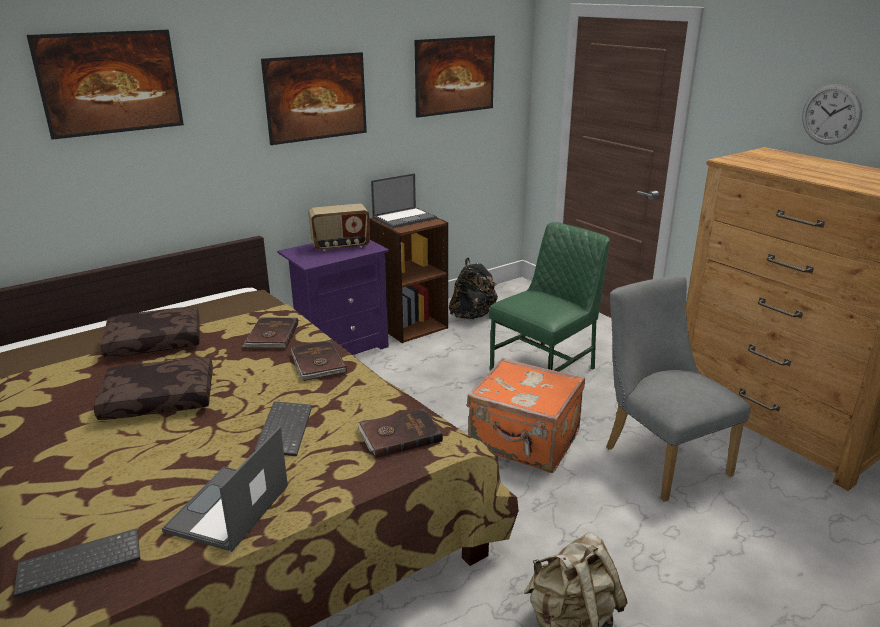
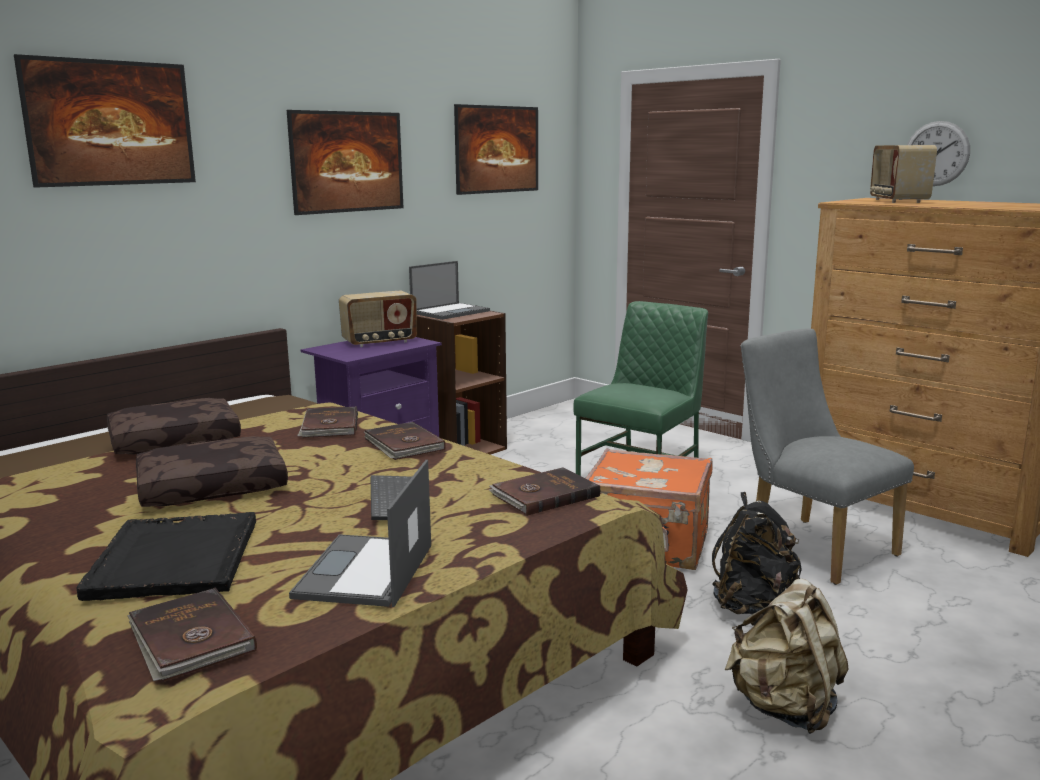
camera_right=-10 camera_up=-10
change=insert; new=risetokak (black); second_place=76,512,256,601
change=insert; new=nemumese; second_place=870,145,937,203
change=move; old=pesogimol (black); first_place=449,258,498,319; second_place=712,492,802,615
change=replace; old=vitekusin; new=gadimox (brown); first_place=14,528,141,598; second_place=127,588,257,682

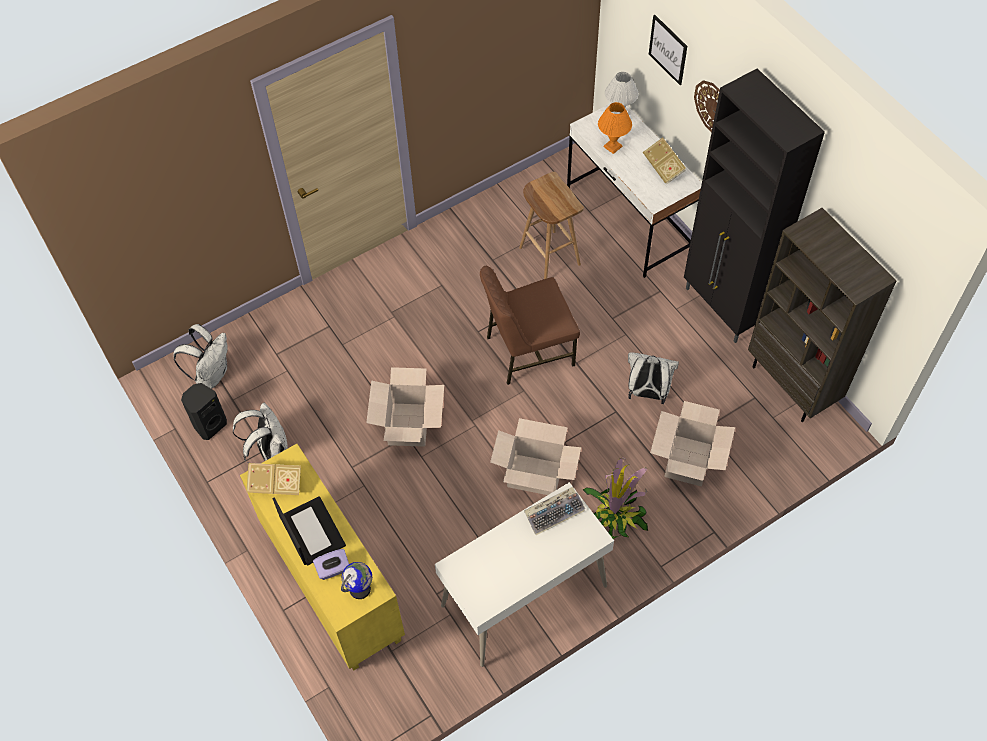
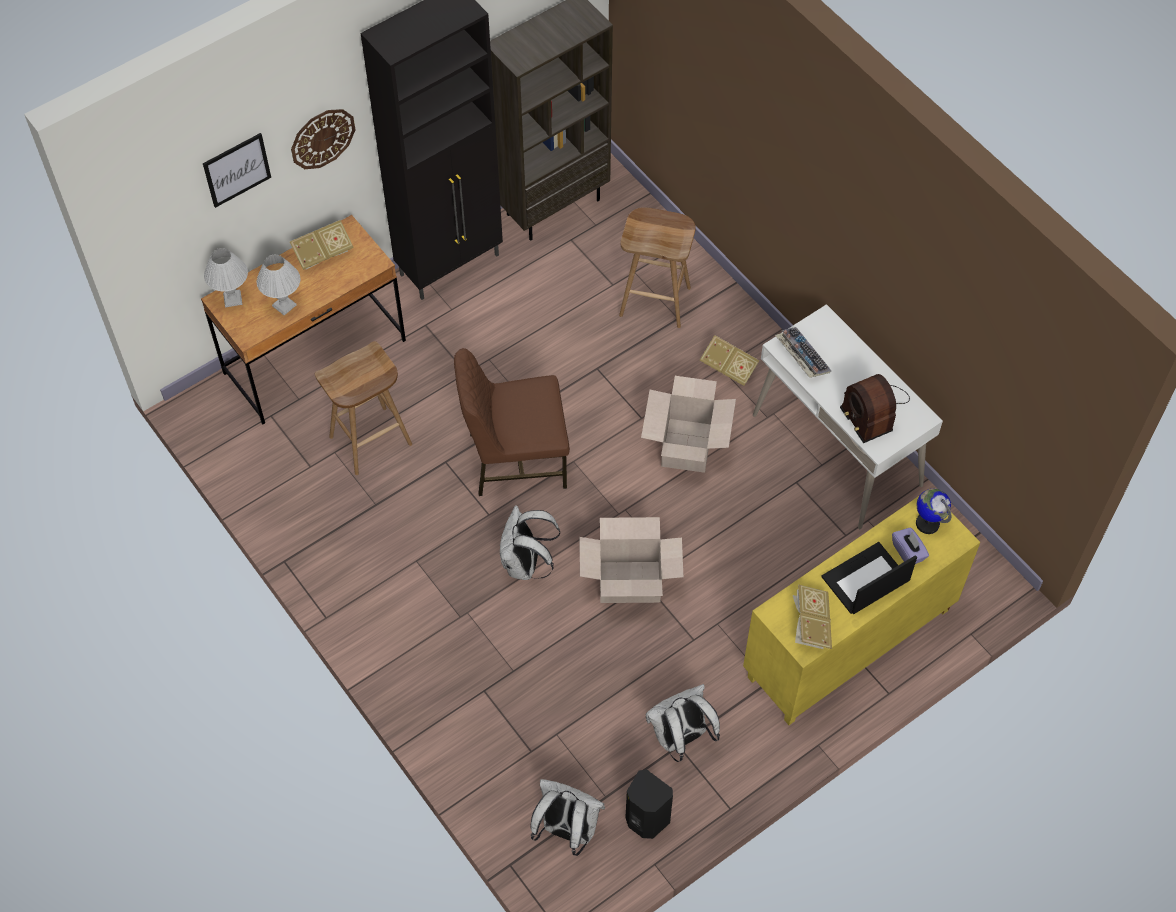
camera_right=-95 camera_up=0
change=insert; new=nemumese; second_place=840,374,910,443
change=move; old=pesogimol (white); first_place=628,352,679,404; second_place=500,505,560,580
change=replace; old=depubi; new=gadimox; first_place=583,457,648,539; second_place=700,335,760,386
change=replace; old=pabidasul; new=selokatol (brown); first_place=650,401,735,486; second_place=619,207,696,328
change=recolor; old=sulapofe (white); new=sulapofe (brown); first_place=567,103,702,278; second_place=201,215,406,424
change=recolor; old=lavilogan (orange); new=lavilogan (white); first_place=598,102,632,154; second_place=257,254,300,315
change=rotate; old=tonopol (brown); first_place=480,266,580,385; second_place=454,348,570,496; degrees=105

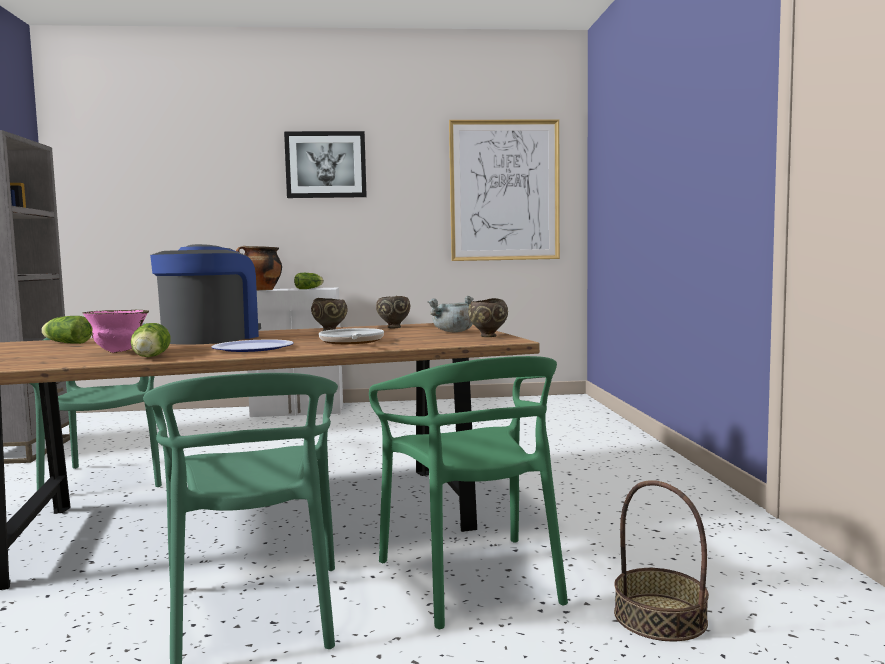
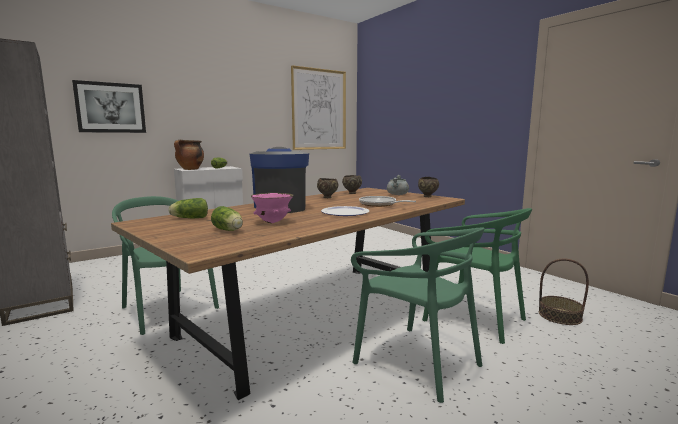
camera_right=-30 camera_up=5
change=move; old=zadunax; first_place=131,323,171,357; second_place=211,206,243,231
change=move; old=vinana; first_place=284,131,367,198; second_place=72,80,146,133

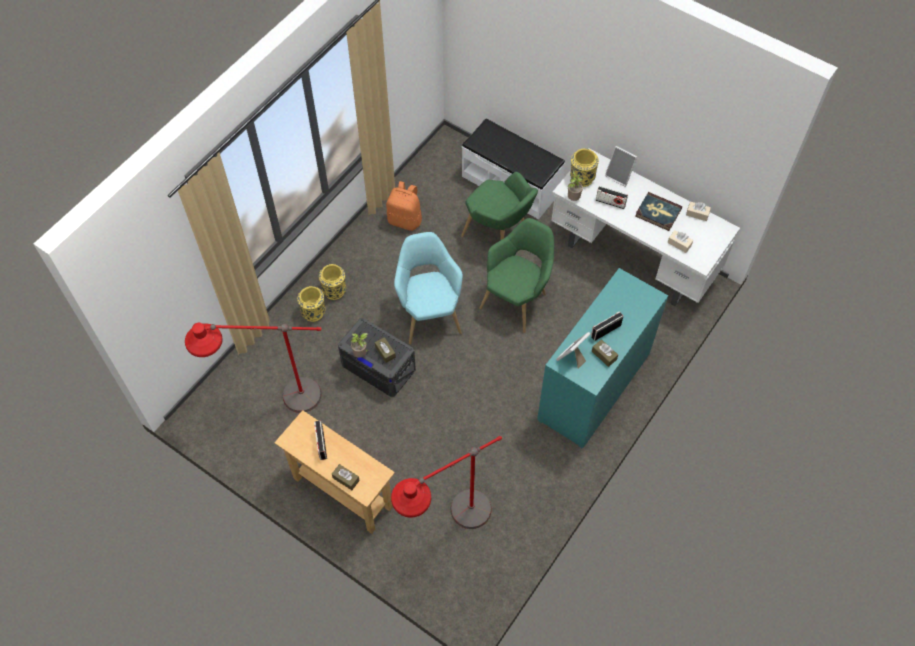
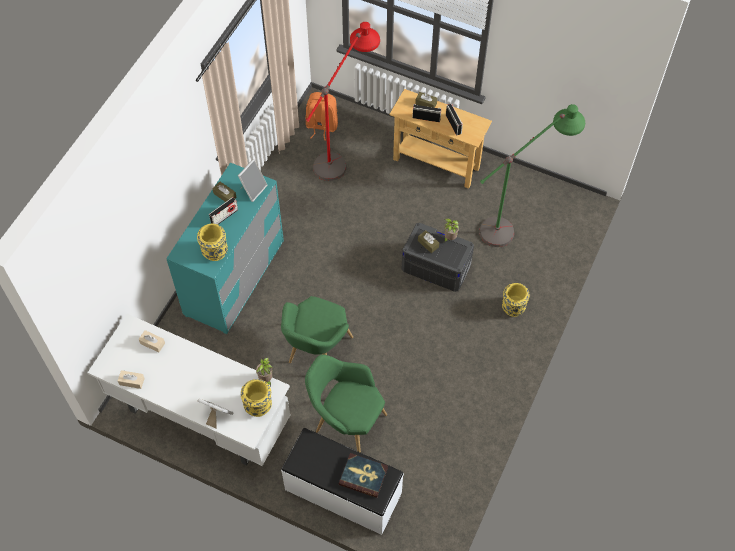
camera_right=170 camera_up=0
change=delete; old=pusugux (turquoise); first_place=394,232,463,344
change=move; old=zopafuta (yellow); first_place=319,264,346,300; second_place=197,224,228,261
change=move; old=pesogimol (orange); first_place=386,181,422,231; second_place=306,92,338,141
change=move; old=nemumese; first_place=596,186,628,209; second_place=412,104,441,122
change=move; old=gadimox; first_place=635,192,682,231; second_place=339,453,388,498
change=recolor; old=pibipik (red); new=pibipik (green); first_place=185,323,322,413; second_place=479,104,585,247

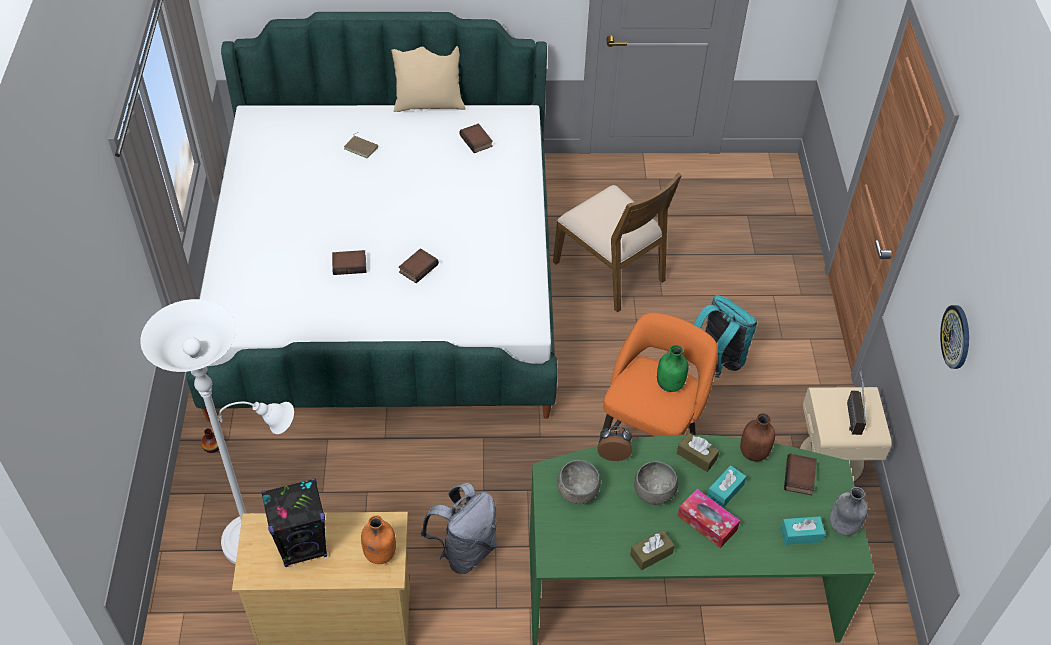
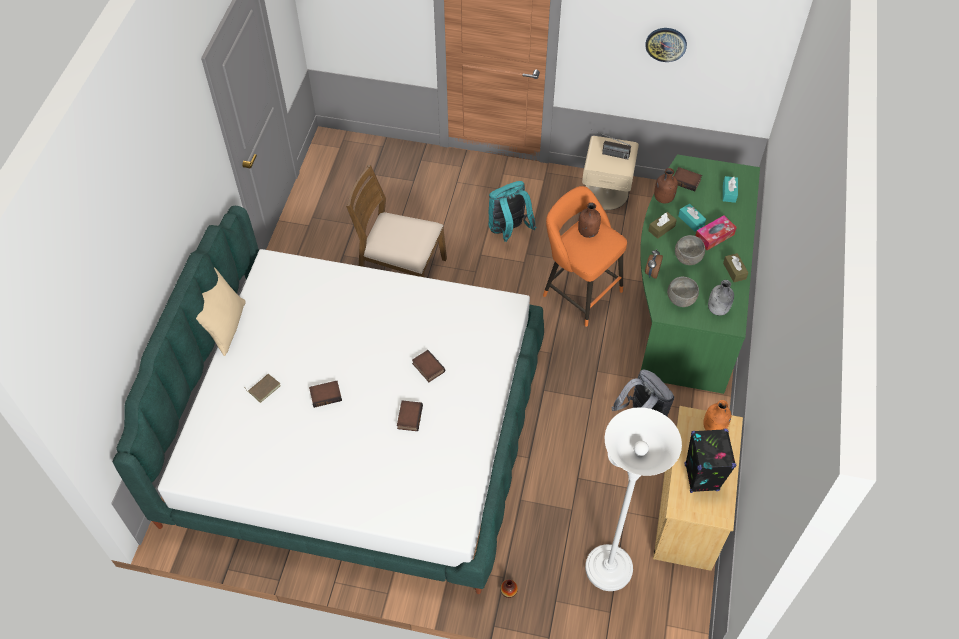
camera_right=-75 camera_up=5
change=move; old=gadimox; first_place=459,124,493,153; second_place=309,381,342,408
change=move; old=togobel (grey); first_place=830,487,868,535; second_place=708,280,734,316
change=recolor; old=togobel (green); new=togobel (brown); first_place=657,345,688,392; second_place=578,203,601,238
change=rotate; old=tonopol (brown); first_place=553,173,682,313; second_place=346,165,447,277; degrees=-135

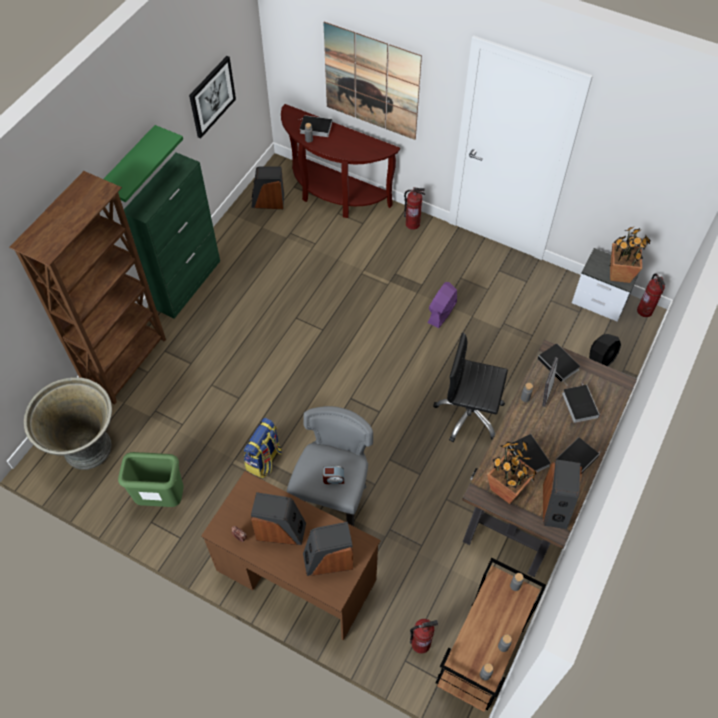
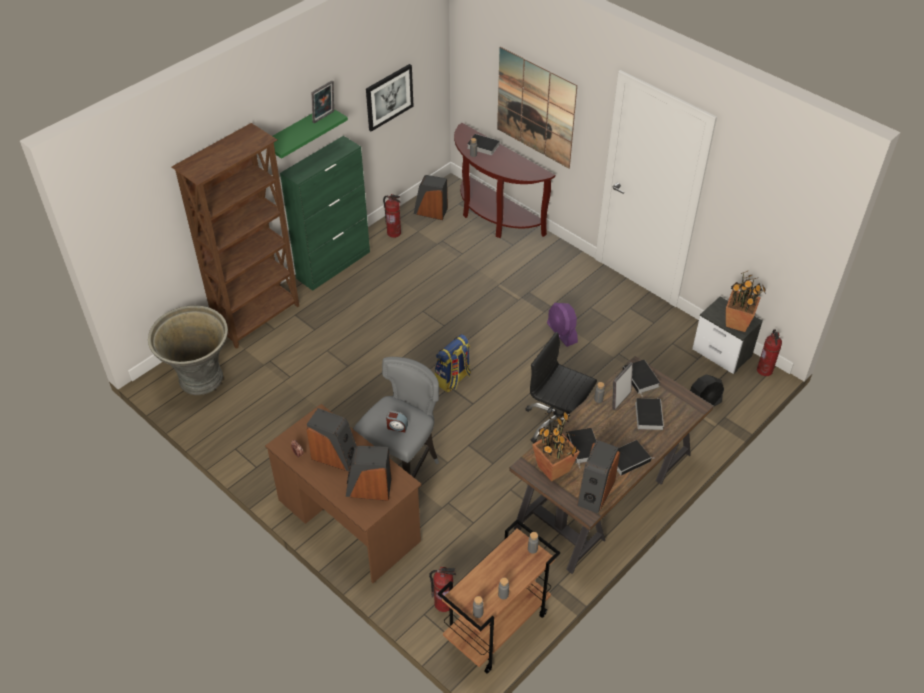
camera_right=15 camera_up=-10
change=delete; old=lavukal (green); first_place=118,452,183,507
change=insert; new=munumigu; second_place=311,81,334,123
change=move; old=pesogimol; first_place=244,418,282,478; second_place=435,334,471,393
change=move; old=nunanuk; first_place=404,187,425,230; second_place=383,194,401,238
change=rotate; old=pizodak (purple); first_place=428,282,457,328; second_place=547,303,578,347; degrees=-75

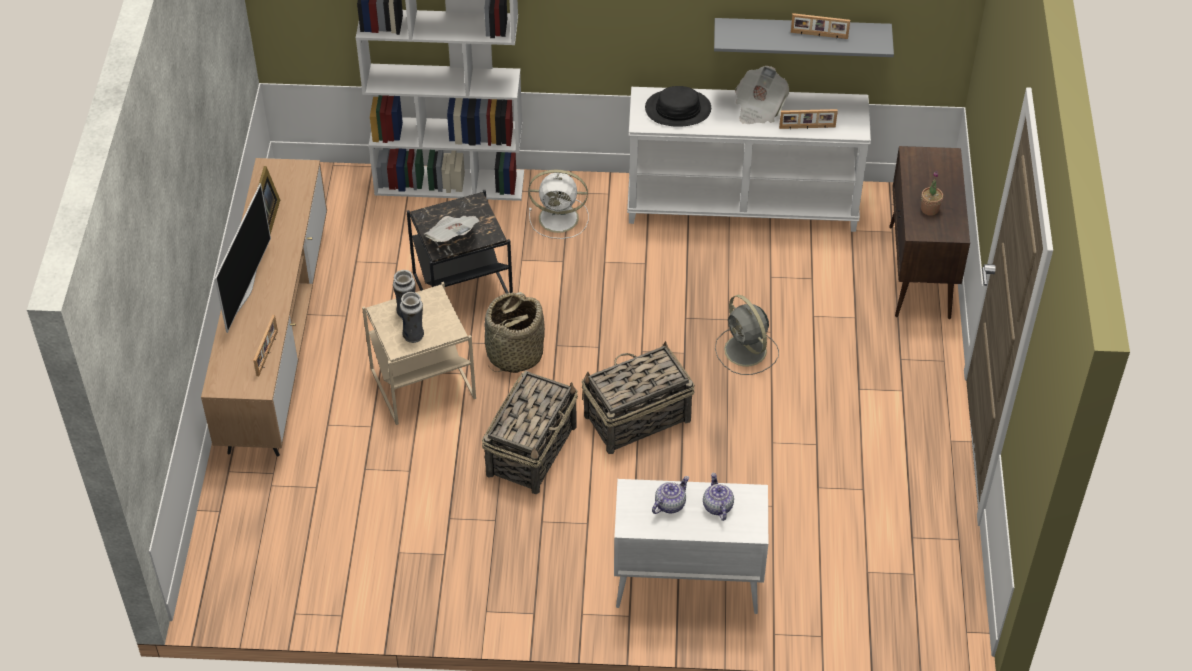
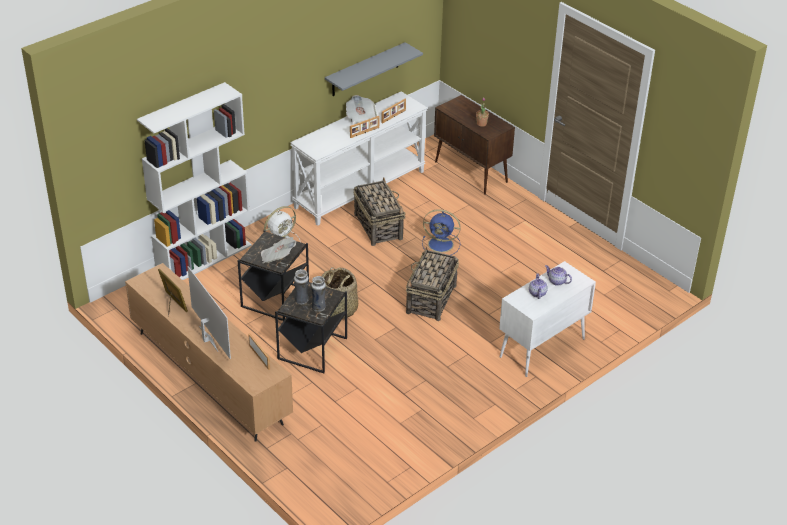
camera_right=-45 camera_up=-10
change=delete; old=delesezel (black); first_place=645,86,711,127
change=move; old=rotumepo; first_place=482,371,578,494; second_place=354,177,405,246
change=move; old=munumigu; first_place=791,13,850,39; second_place=350,116,379,138
change=recolor; old=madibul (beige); new=madibul (black); first_place=362,282,476,425; second_place=275,282,347,373
change=recolor; old=pizodak (grey); new=pizodak (blue); first_place=715,295,779,375; second_place=422,209,461,255

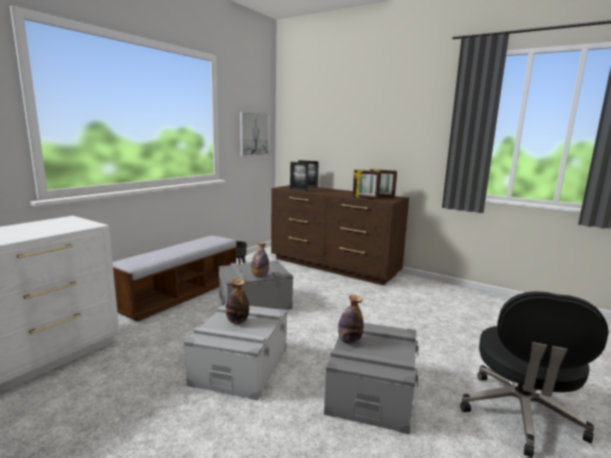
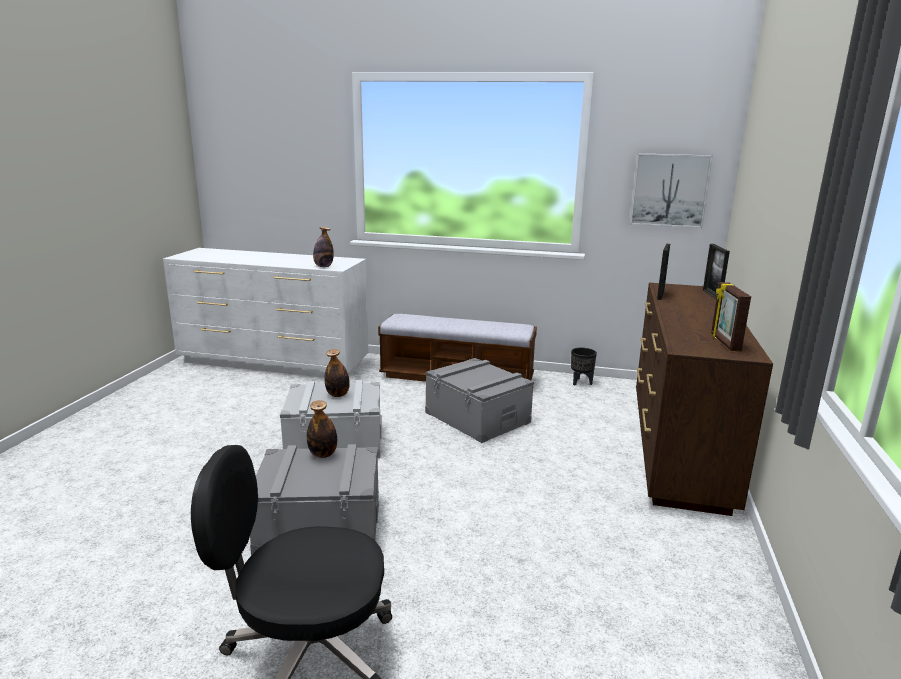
camera_right=70 camera_up=5
change=delete; old=munumigu; first_place=353,169,381,199
change=move; old=togobel; first_place=251,243,269,277; second_place=313,227,334,267

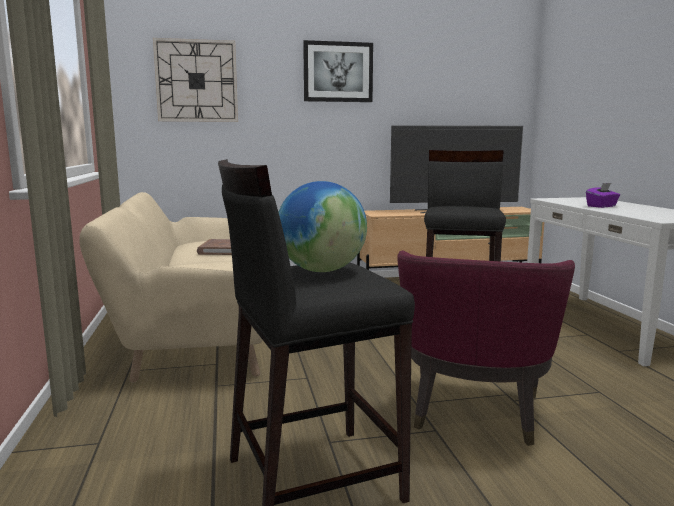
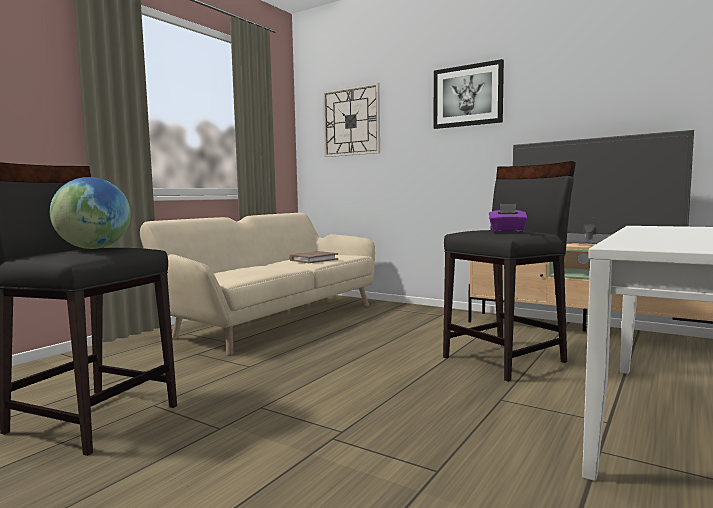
camera_right=45 camera_up=-5
change=delete; old=pusugux (purple); first_place=397,250,575,446
change=move; old=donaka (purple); first_place=586,183,620,208; second_place=489,204,528,232

